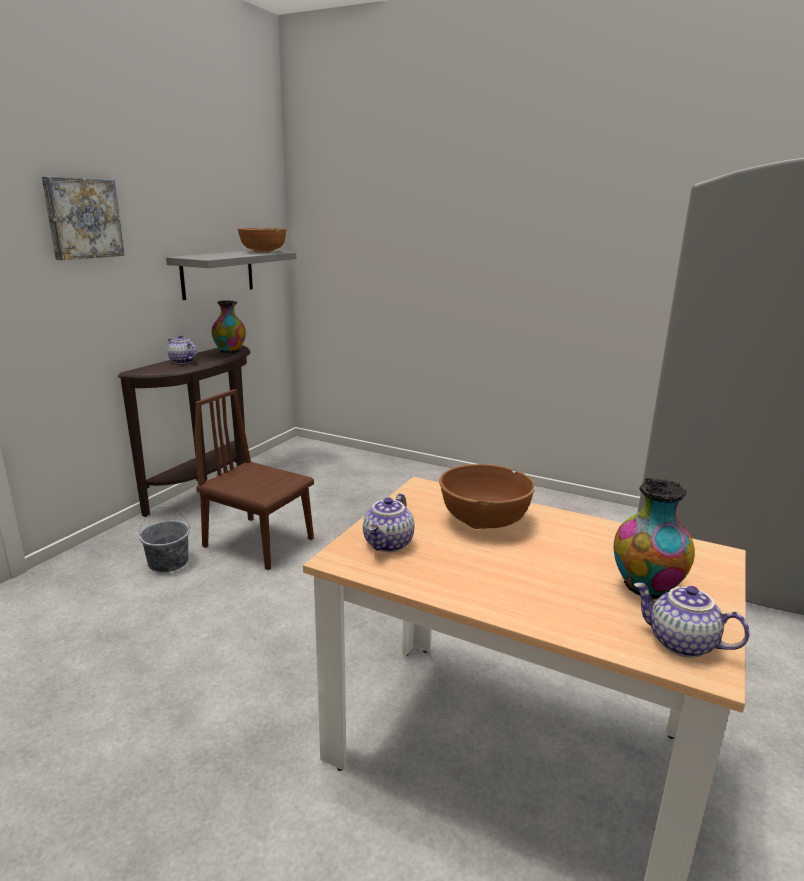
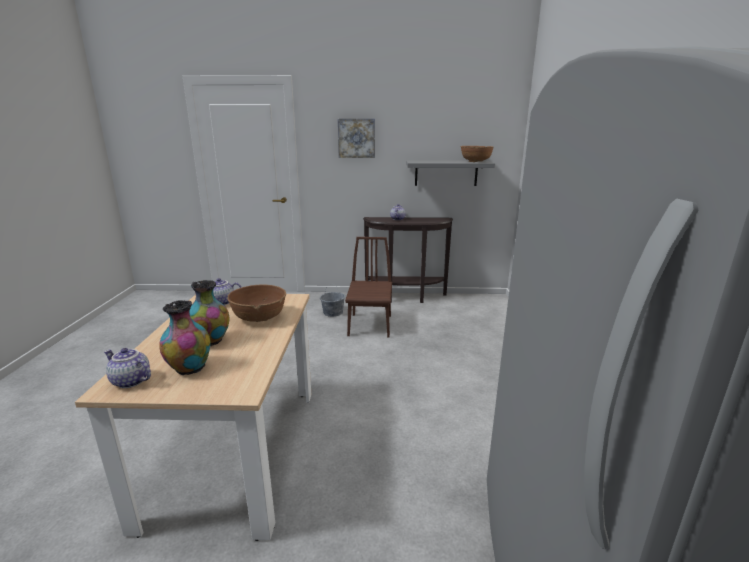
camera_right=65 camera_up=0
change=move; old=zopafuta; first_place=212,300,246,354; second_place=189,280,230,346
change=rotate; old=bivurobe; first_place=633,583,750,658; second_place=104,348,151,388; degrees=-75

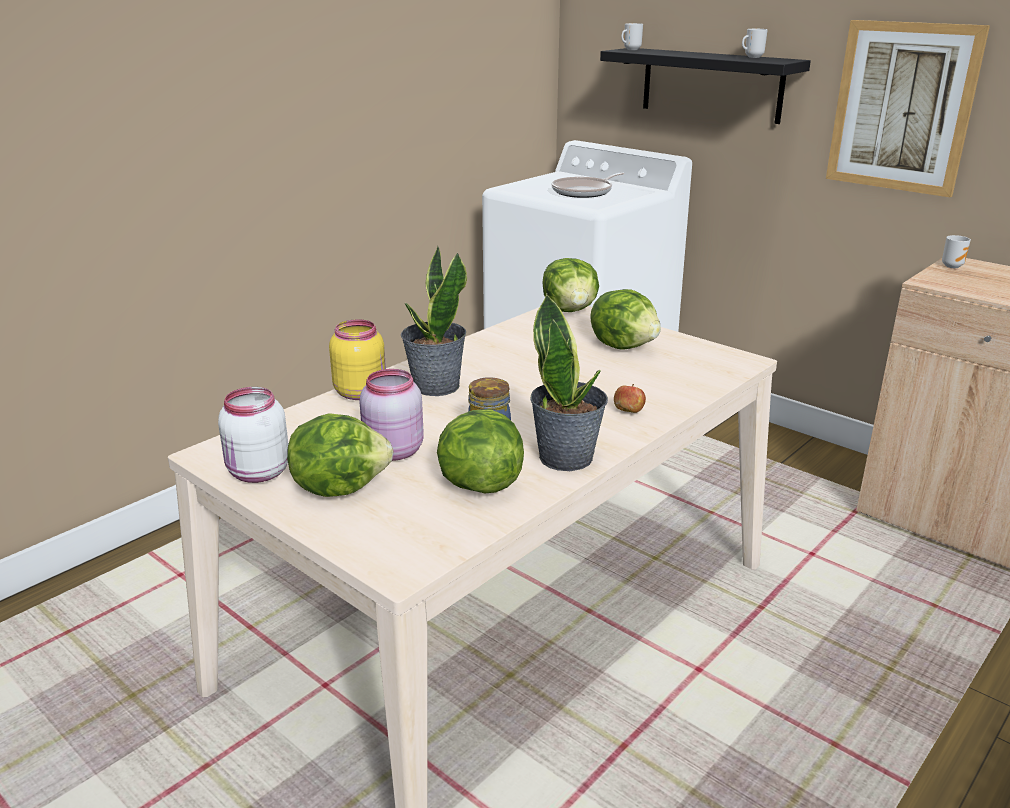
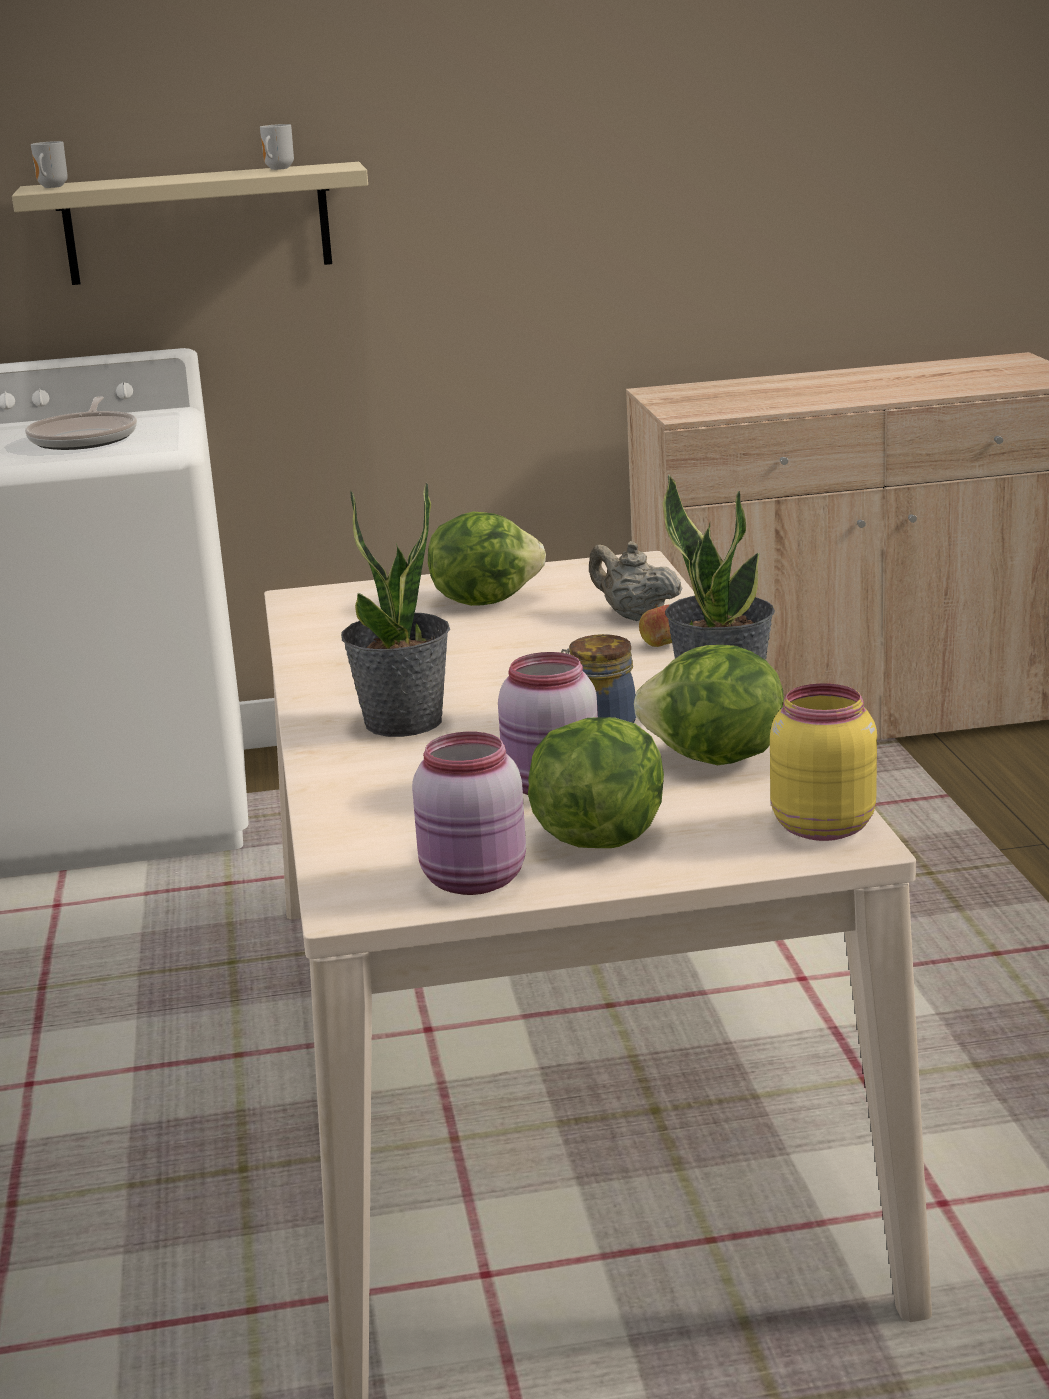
camera_right=-50 camera_up=-5
change=delete; old=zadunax; first_place=542,258,599,312
change=delete; old=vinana; first_place=826,20,990,197
change=delete; old=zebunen; first_place=942,235,971,268
change=insert; new=bivurobe (beige); second_place=589,541,683,621
change=move; old=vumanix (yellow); first_place=329,319,386,400; second_place=770,683,877,841
change=recolor; old=vumanix (white); new=vumanix (pink); first_place=218,387,288,483; second_place=412,732,526,895
change=recolor; old=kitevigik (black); new=kitevigik (beige); first_place=600,48,811,124; second_place=12,162,368,285

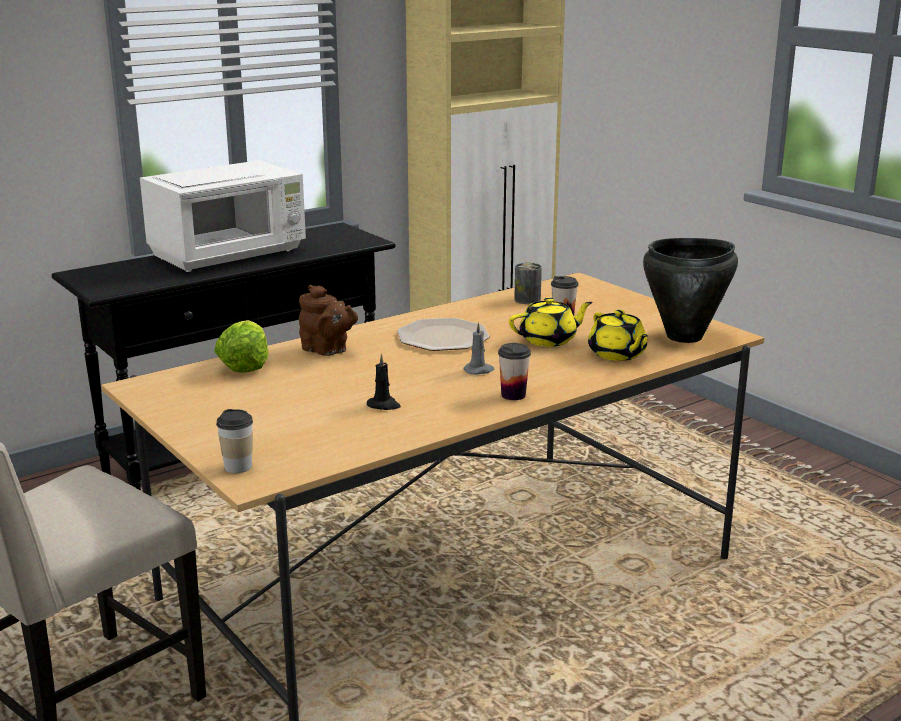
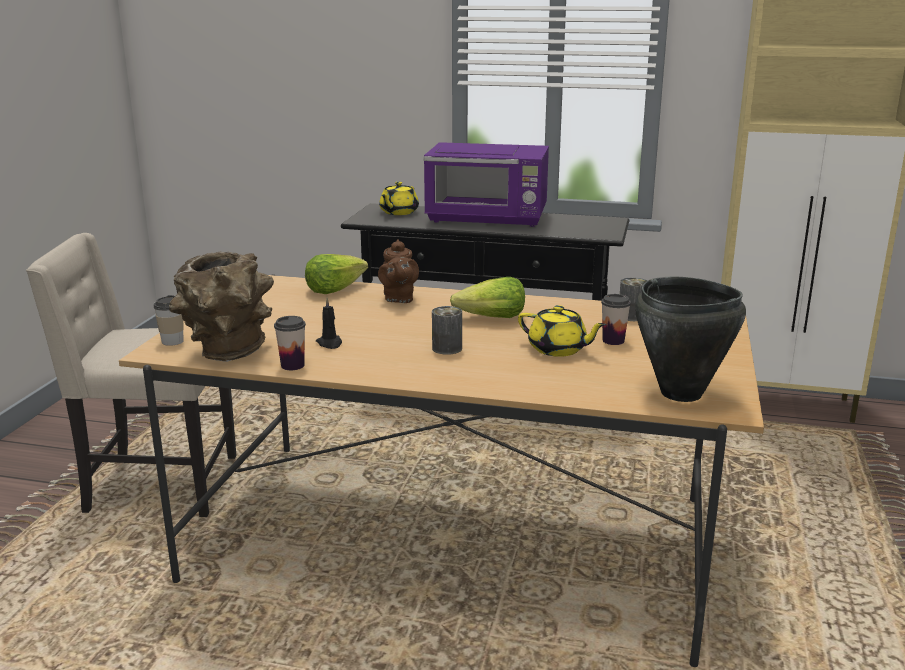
camera_right=50 camera_up=0
change=insert; new=zopafuta (brown); second_place=169,252,274,362
change=move; old=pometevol; first_place=498,343,531,400; second_place=274,316,306,370
change=move; old=bivurobe (yellow); first_place=588,310,648,361; second_place=379,182,419,215
change=replace; old=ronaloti; new=zadunax; first_place=397,318,490,351; second_place=450,277,525,318
change=replace; old=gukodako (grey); new=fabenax; first_place=463,322,494,375; second_place=432,306,462,355
change=recolor; old=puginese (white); new=puginese (purple); first_place=140,160,306,272; second_place=423,142,549,227

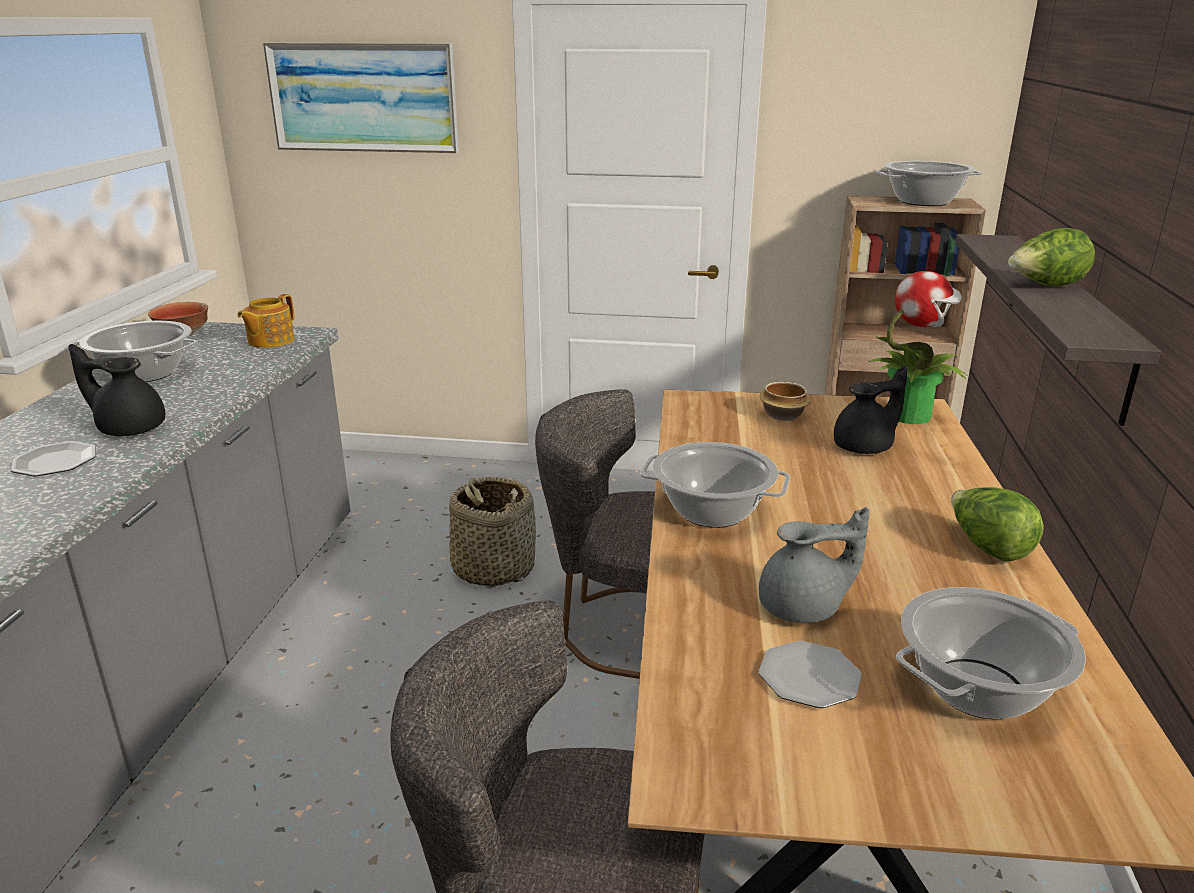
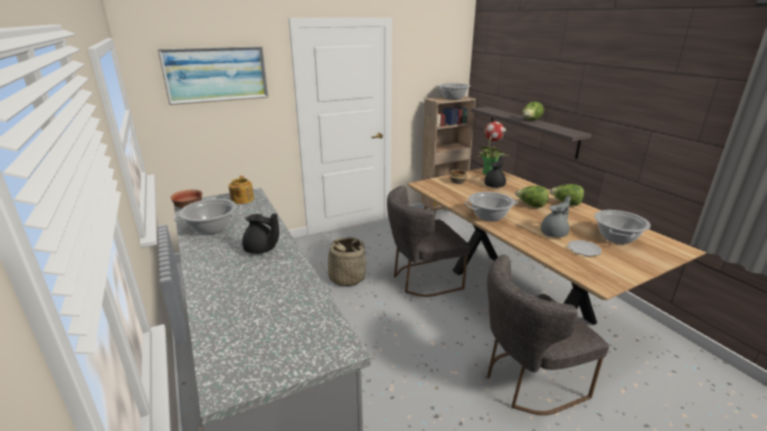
camera_right=-35 camera_up=0
change=delete; old=ronaloti; first_place=11,441,96,476
change=insert; new=zadunax; second_place=515,186,549,208
change=rotate; old=bivurobe (black); first_place=69,344,165,436; second_place=242,213,279,254; degrees=-135

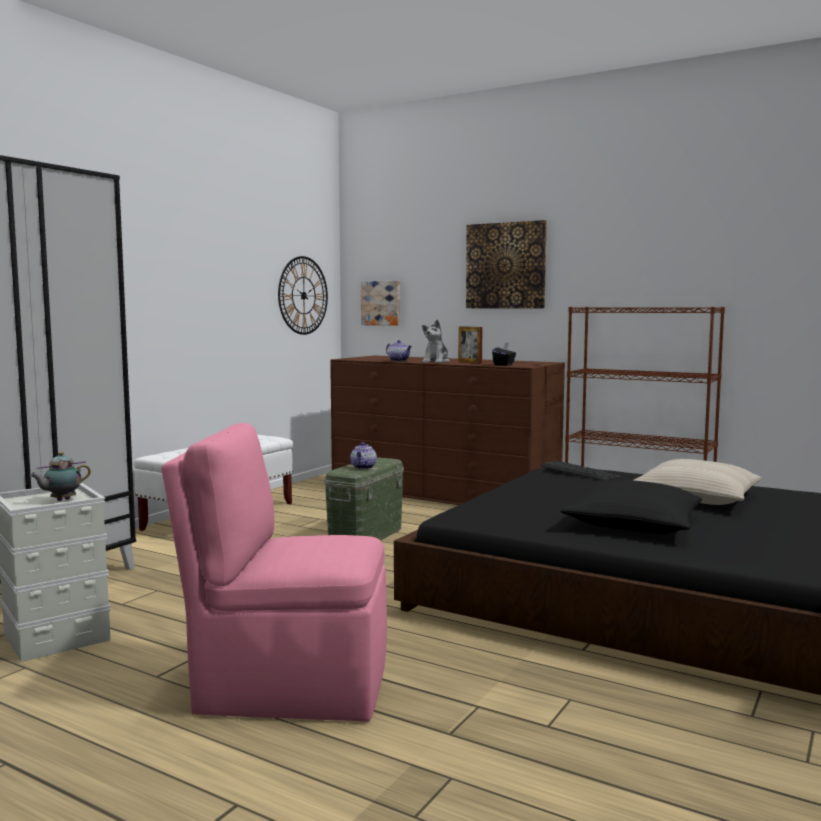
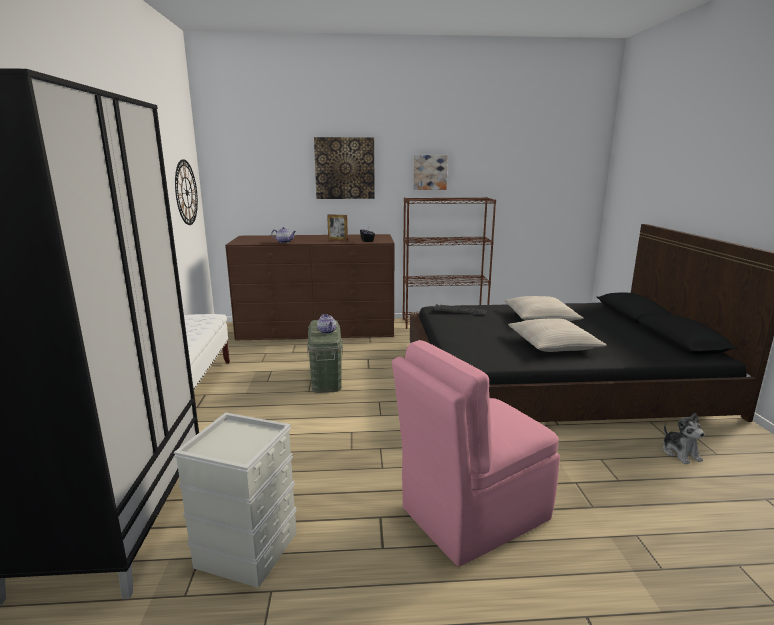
camera_right=-35 camera_up=10
change=delete; old=bivurobe; first_place=29,452,91,501
change=move; old=vinana; first_place=361,281,400,326; second_place=413,155,448,190
change=move; old=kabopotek; first_place=422,320,450,363; second_place=663,413,705,464
change=recolor; old=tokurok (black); new=tokurok (beige); first_place=560,479,702,534; second_place=508,318,607,352

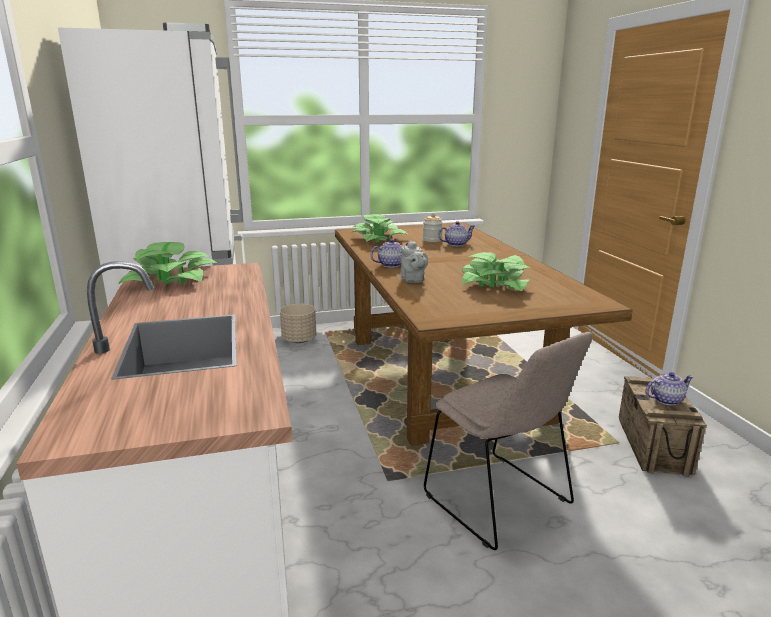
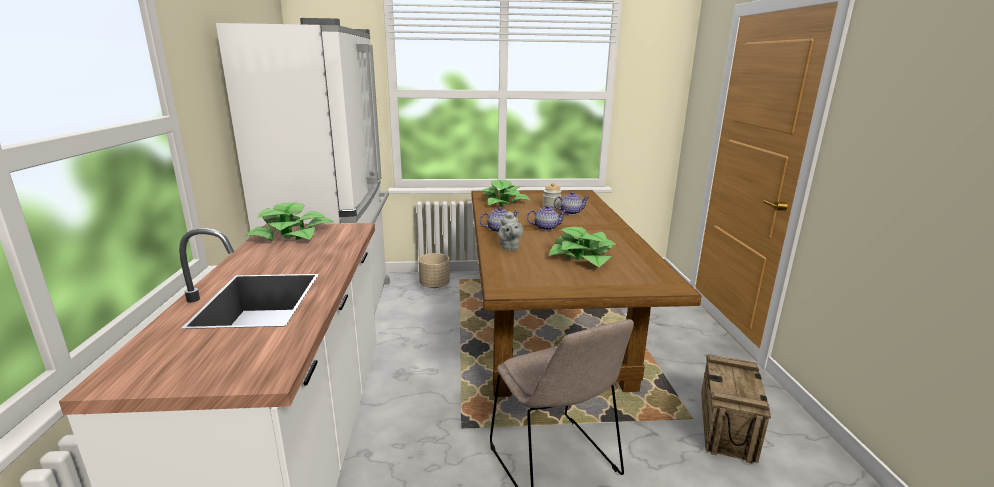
camera_right=10 camera_up=0
change=move; old=bivurobe; first_place=645,372,693,405; second_place=527,205,567,231

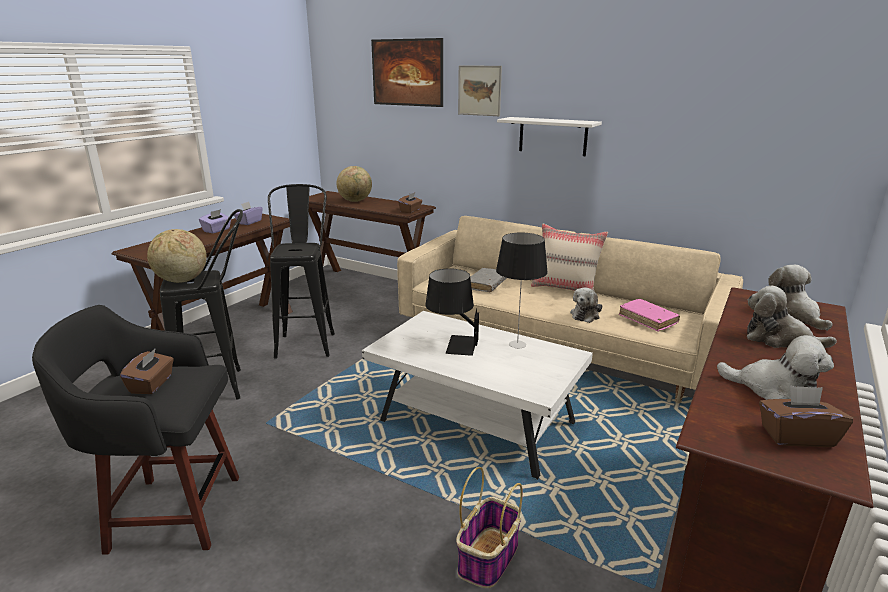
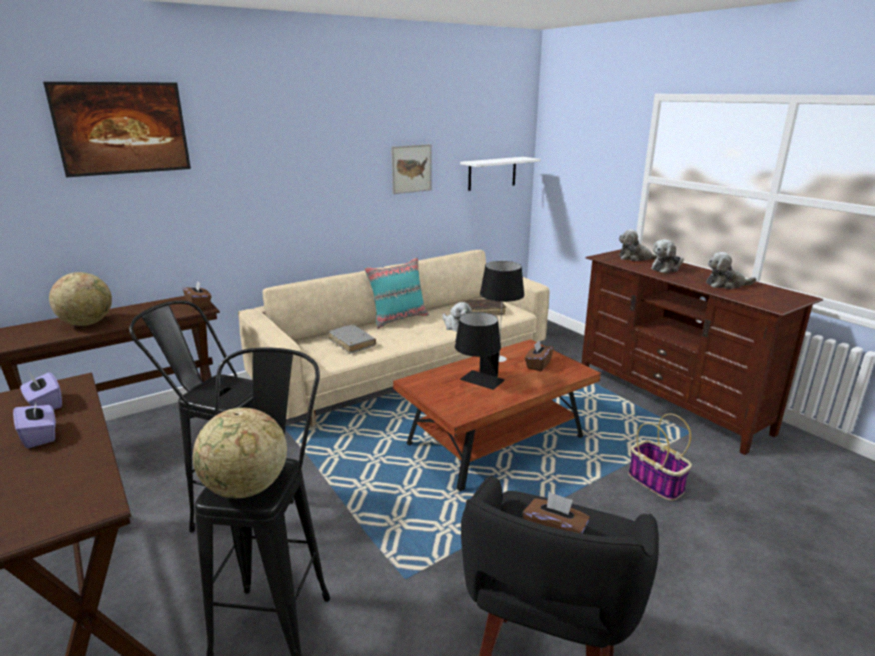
camera_right=-65 camera_up=0
change=move; old=vinana; first_place=458,66,502,116; second_place=391,144,432,194
change=move; old=kitevigik (white); first_place=497,117,602,156; second_place=460,157,541,191
change=move; old=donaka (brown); first_place=759,385,853,447; second_place=525,340,554,371
change=recolor; old=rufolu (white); new=rufolu (brown); first_place=362,311,593,480; second_place=393,339,601,492
change=recolor; old=tokurok (beige); new=tokurok (turquoise); first_place=531,223,608,291; second_place=364,257,429,329
change=recolor; old=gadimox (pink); new=gadimox (brown); first_place=619,299,680,332; second_place=463,299,506,315
change=rotate; old=kabopotek; first_place=717,335,834,400; second_place=706,252,756,289; degrees=-150

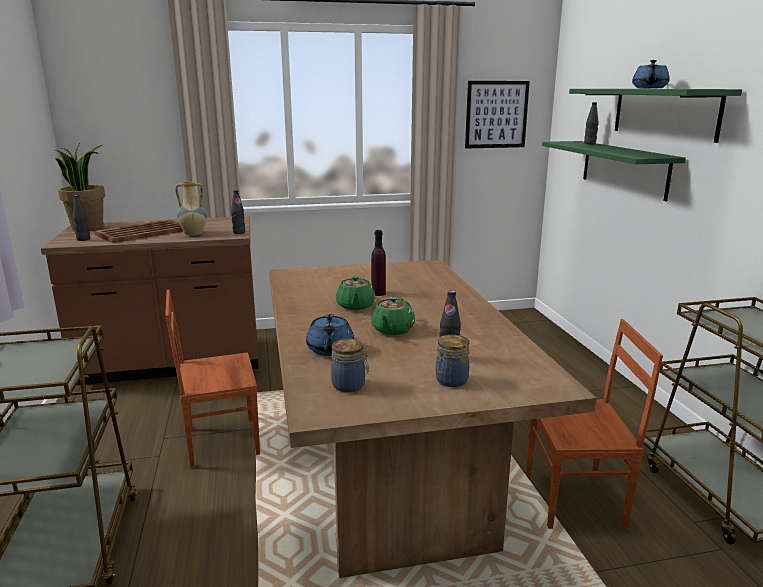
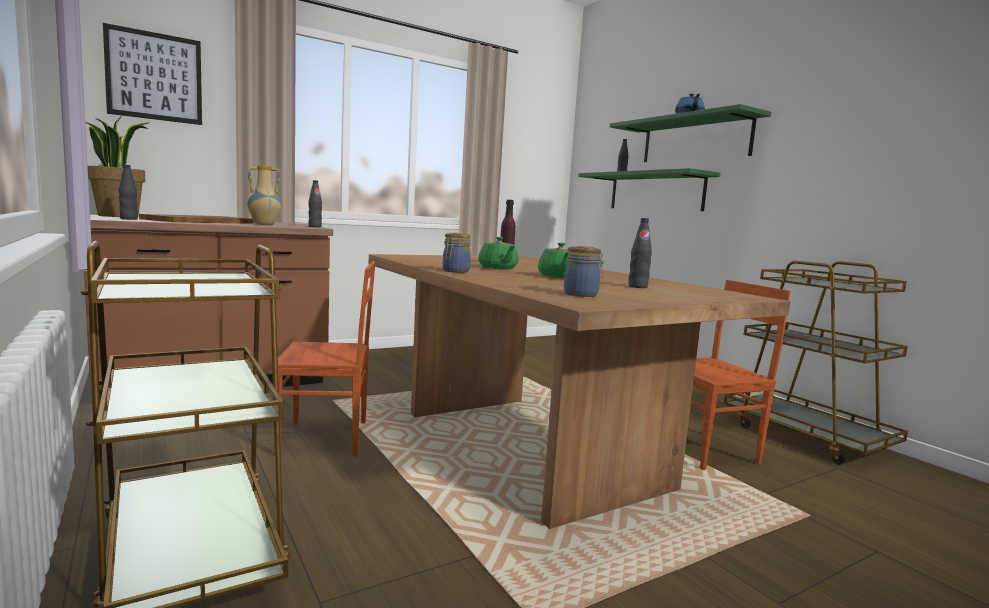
camera_right=-20 camera_up=-10
change=delete; old=bivurobe (blue); first_place=306,314,354,356
change=move; old=vumanix; first_place=436,334,469,387; second_place=443,233,471,273
change=move; old=vinana; first_place=465,81,530,148; second_place=103,23,202,125
change=rotate; old=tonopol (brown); first_place=165,290,260,468; second_place=274,261,376,456; degrees=-150

